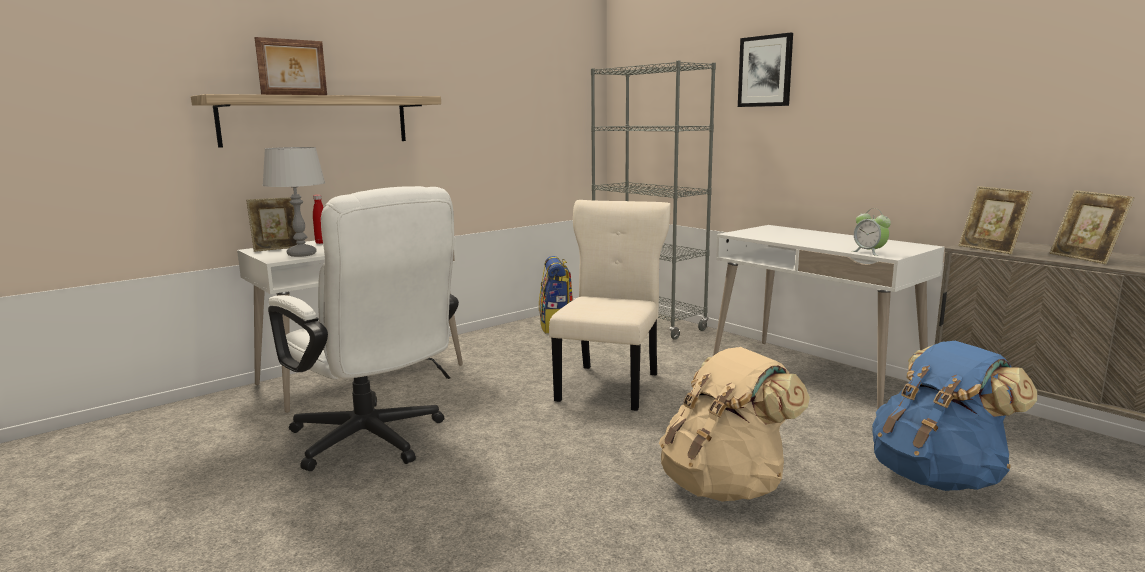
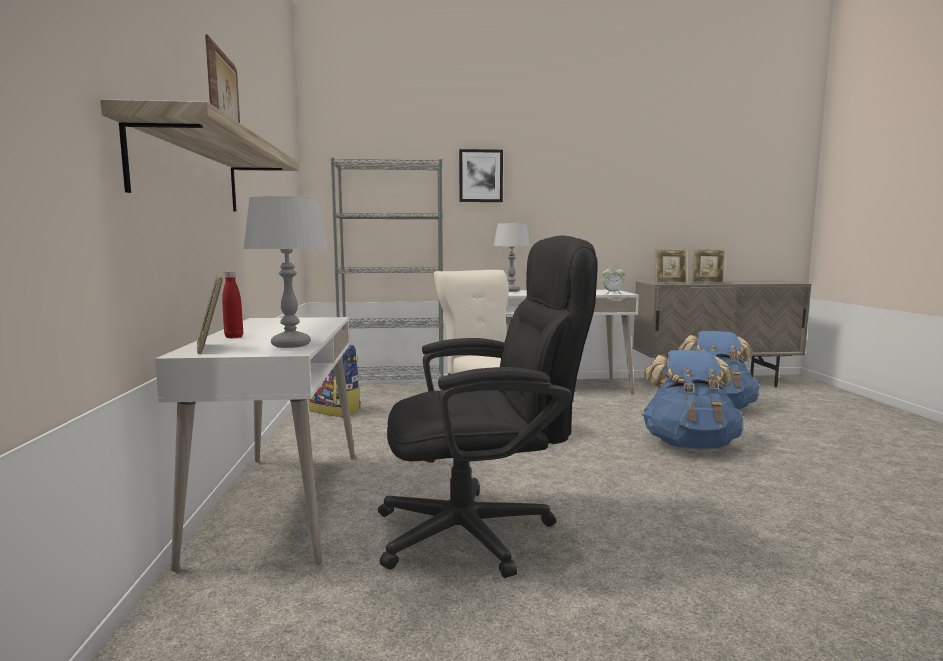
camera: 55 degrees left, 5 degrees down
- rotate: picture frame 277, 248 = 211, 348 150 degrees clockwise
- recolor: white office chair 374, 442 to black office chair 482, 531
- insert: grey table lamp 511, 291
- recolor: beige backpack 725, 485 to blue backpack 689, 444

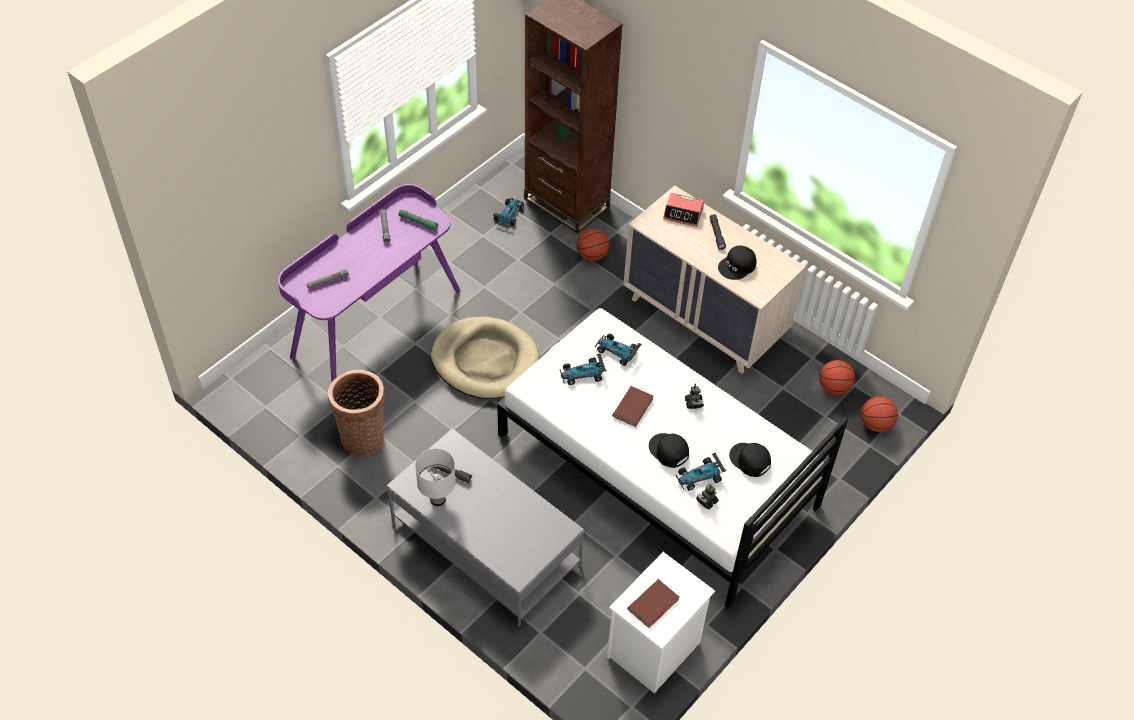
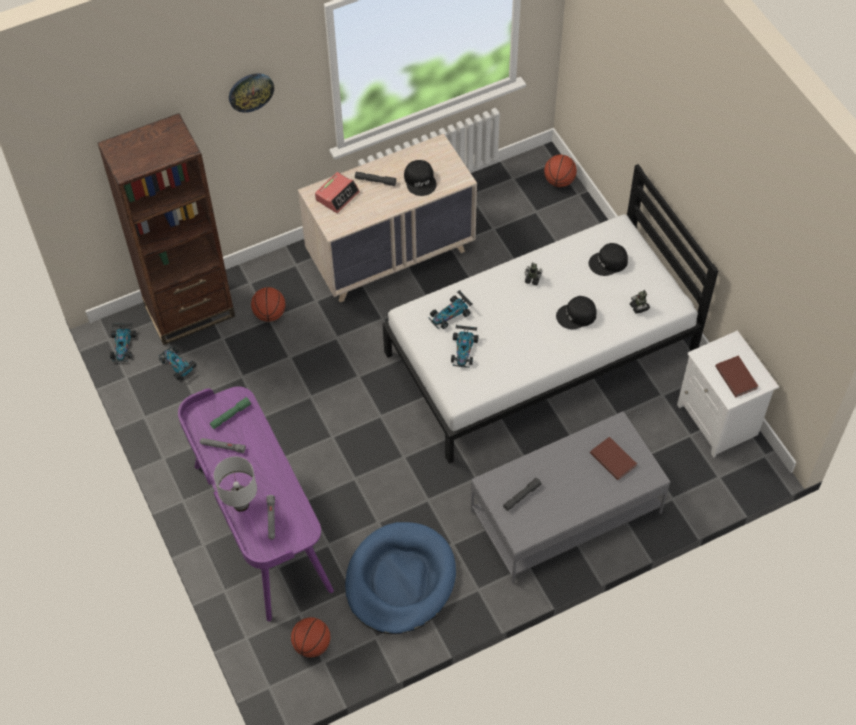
camera: 65 degrees left, 5 degrees up
- move: toy car 699, 476 to 122, 346
- move: white table lamp 438, 499 to 241, 504
- insert: wall clock 250, 91
- move: basketball 834, 388 to 312, 645
- replace: basket 362, 436 to blue dog bed 400, 580
- move: brown book 634, 407 to 613, 458
- delete: beige dog bed 485, 361

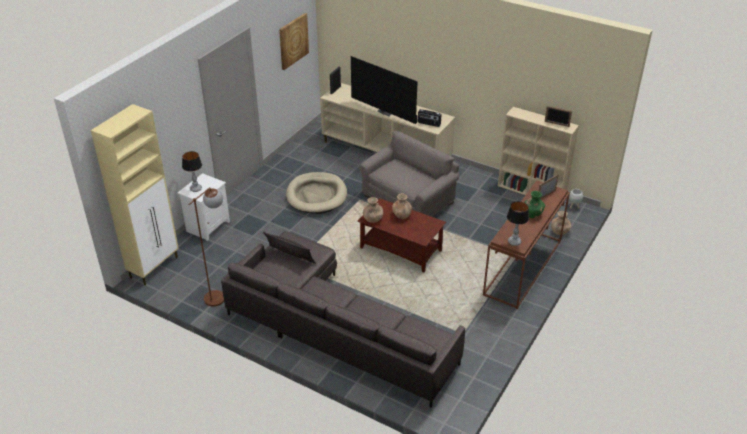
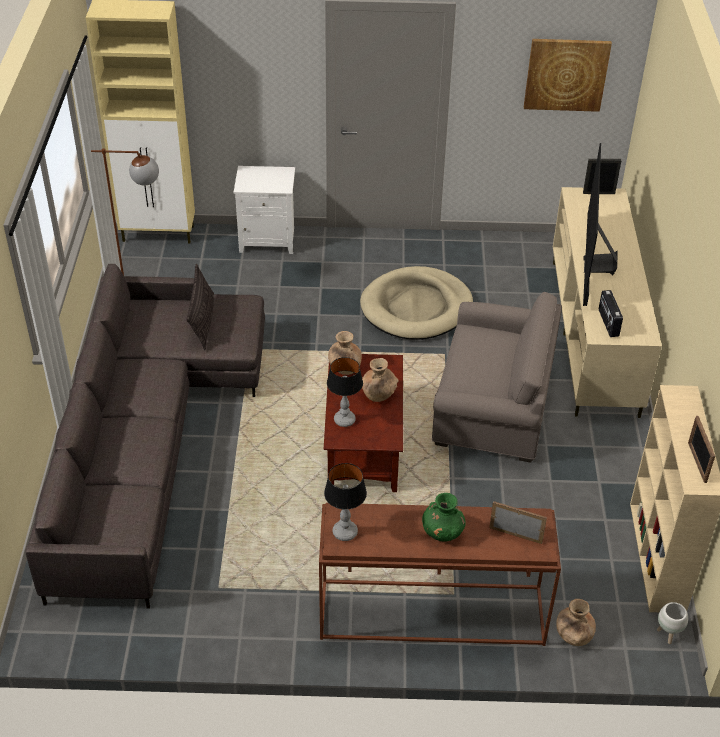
camera: 60 degrees right, 5 degrees up
- move: table lamp 195, 189 to 344, 420

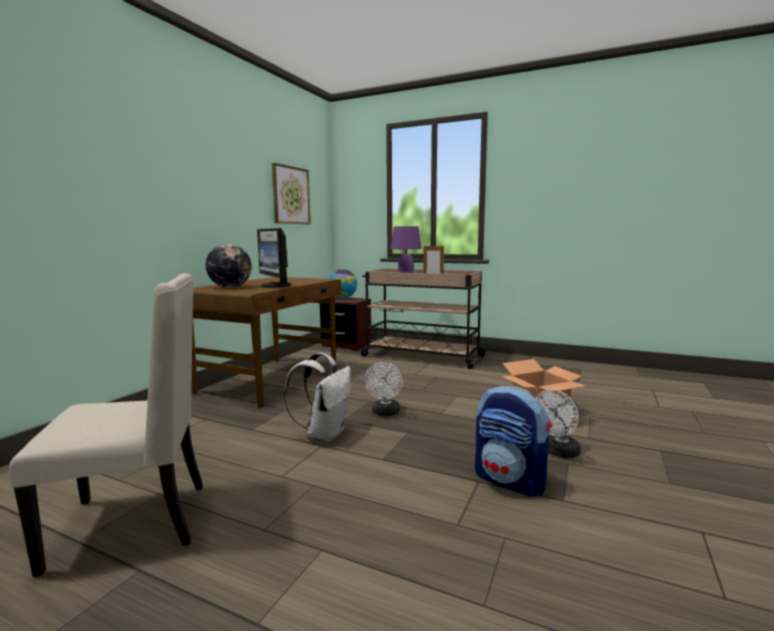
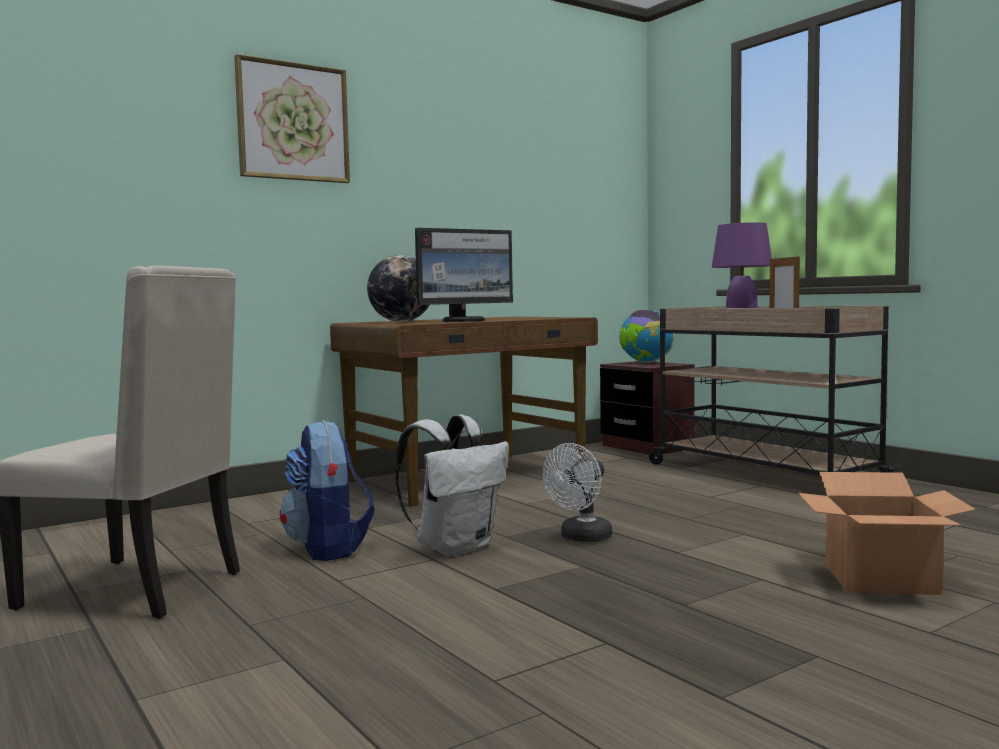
camera: 30 degrees right, 5 degrees down
- move: picture 291, 195 to 293, 122
- move: backpack 510, 481 to 328, 549
- rotate: monitor 275, 286 = 465, 321 120 degrees counterclockwise
- delete: white fan 558, 452

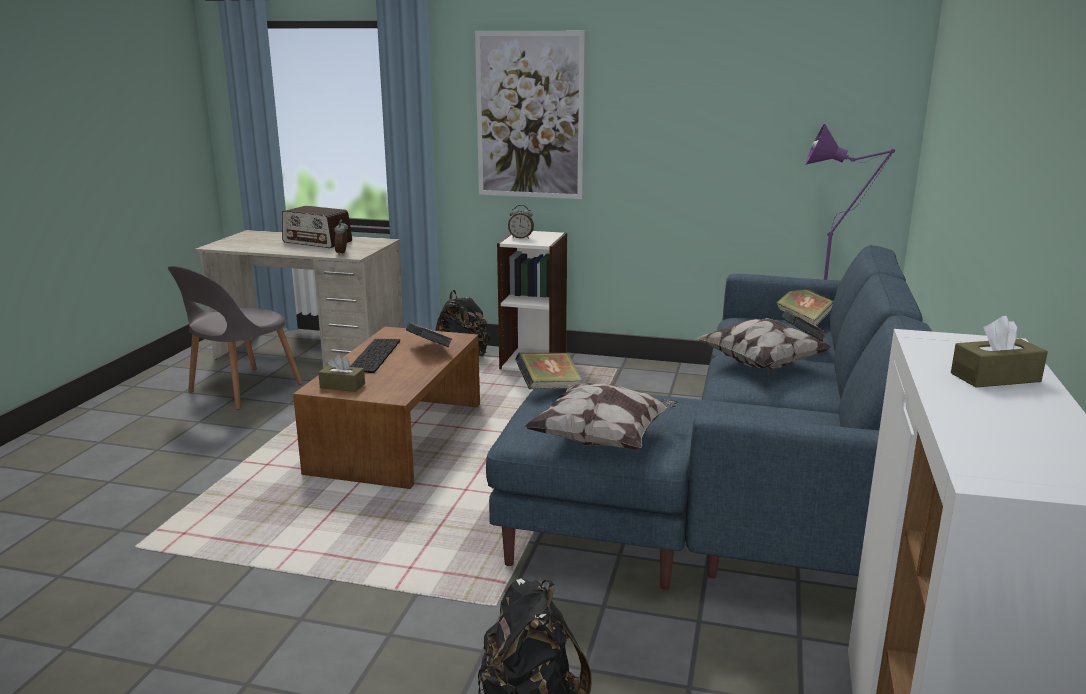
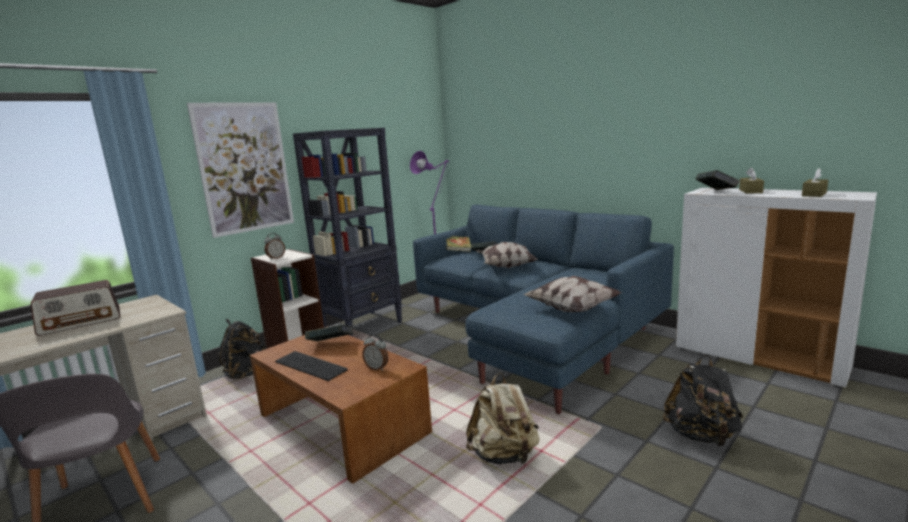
camera: 60 degrees left, 5 degrees down
- insert: black bookcase 363, 326
- move: alarm clock 342, 253 to 377, 368
- insert: beige backpack 504, 455
- move: book 548, 388 to 716, 192
- move: brown tissue box 342, 386 to 814, 194

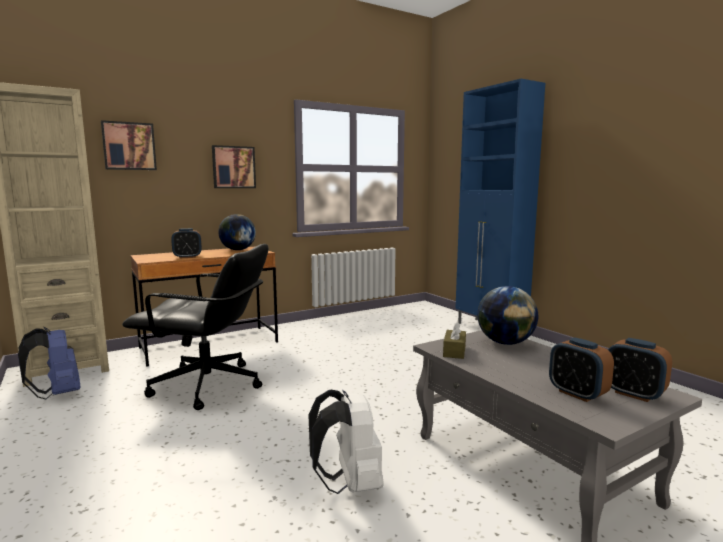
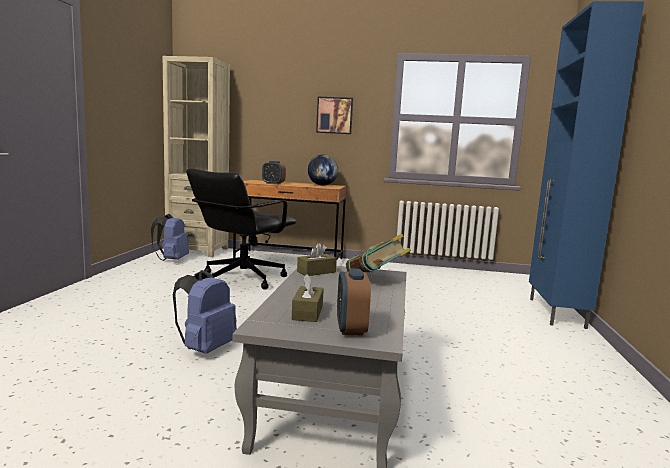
camera: 40 degrees right, 0 degrees up
- recolor: white backpack 349, 484 to blue backpack 205, 348
- rotate: black office chair 208, 386 = 242, 279 75 degrees clockwise
- replace: alarm clock 577, 394 to brown tissue box 307, 312
- replace: globe 505, 343 to book 375, 279
- delete: picture 129, 146

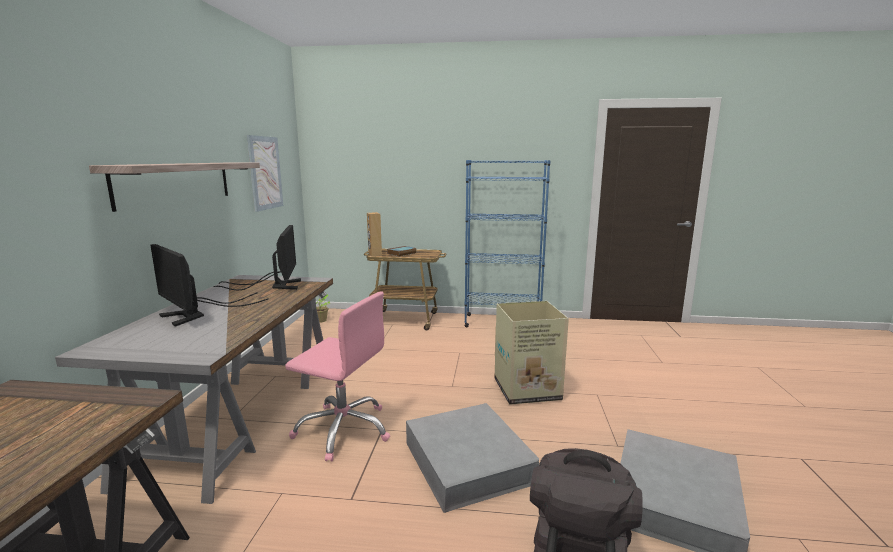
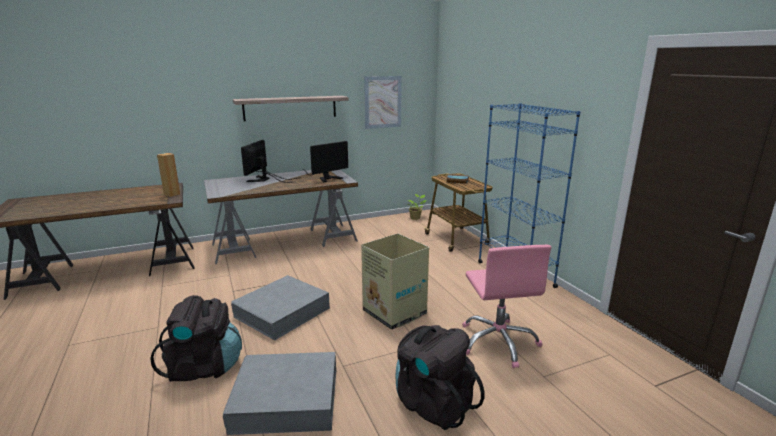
camera: 60 degrees right, 5 degrees up
- move: brown speaker 374, 254 to 172, 194
- insert: black backpack 433, 403
- move: pink office chair 344, 429 to 498, 342

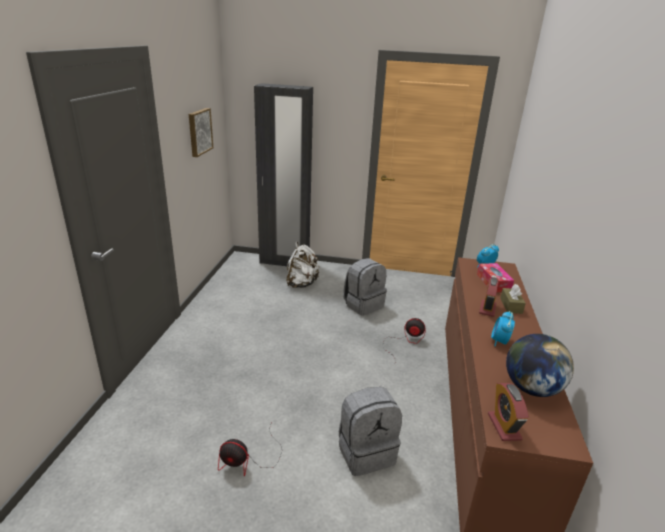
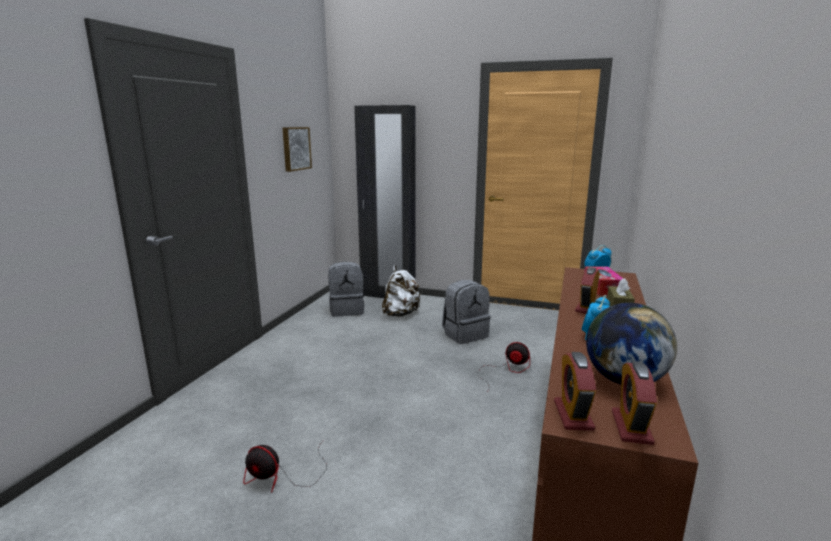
camera: 10 degrees right, 10 degrees down
- move: grey backpack 366, 452 to 347, 310
- insert: alarm clock 631, 427

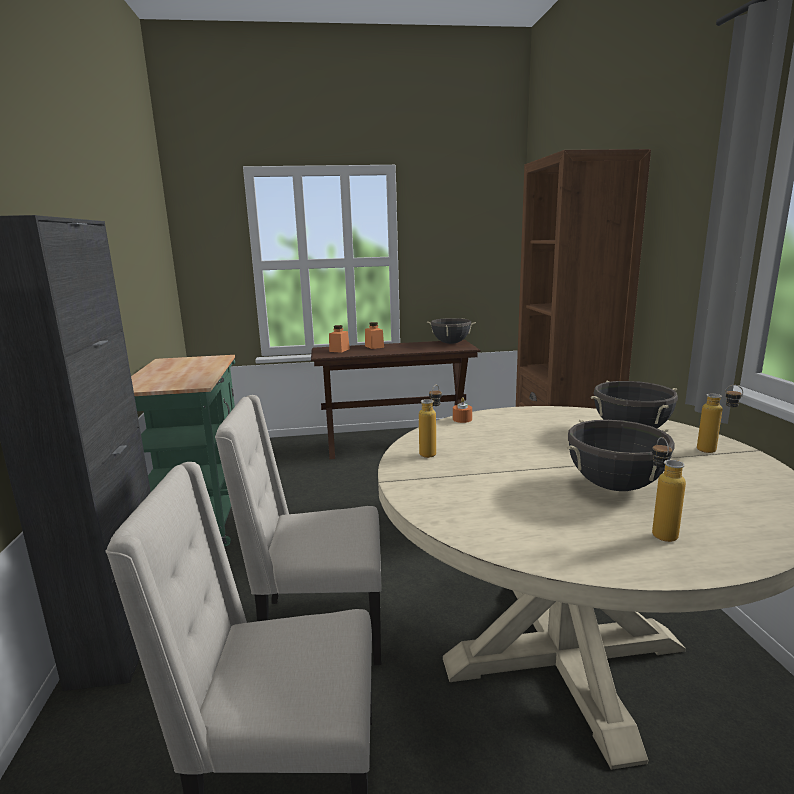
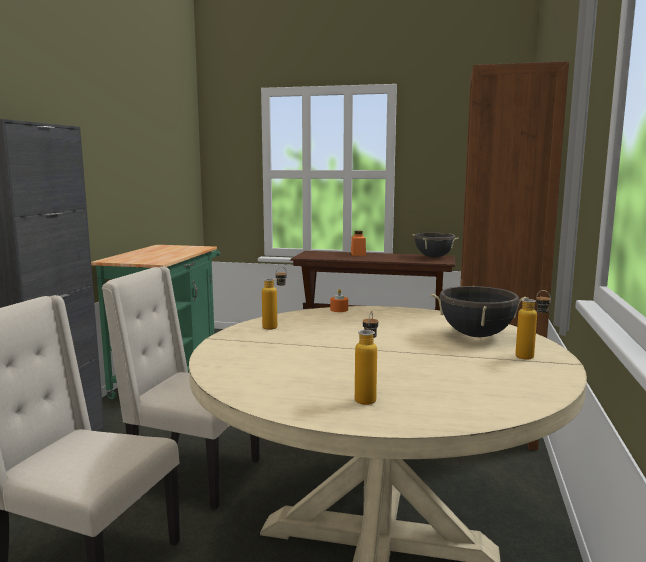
camera: 20 degrees right, 5 degrees down
- delete: orange jar 339, 350
- delete: black cooking pot 614, 486

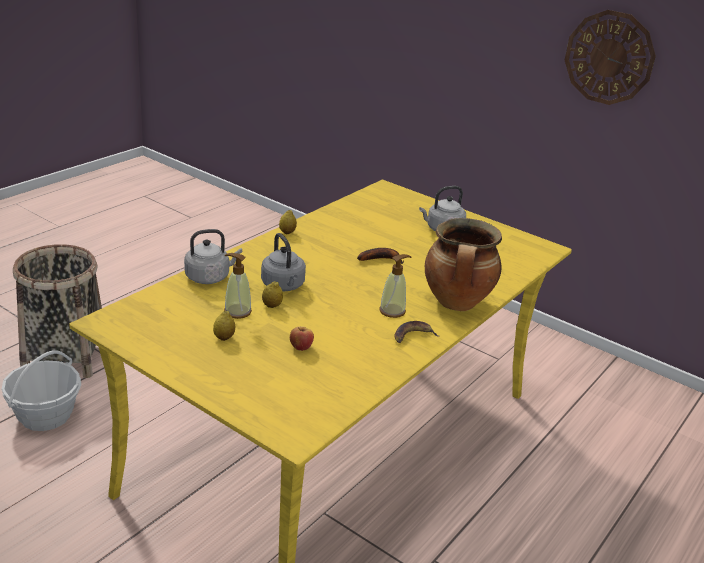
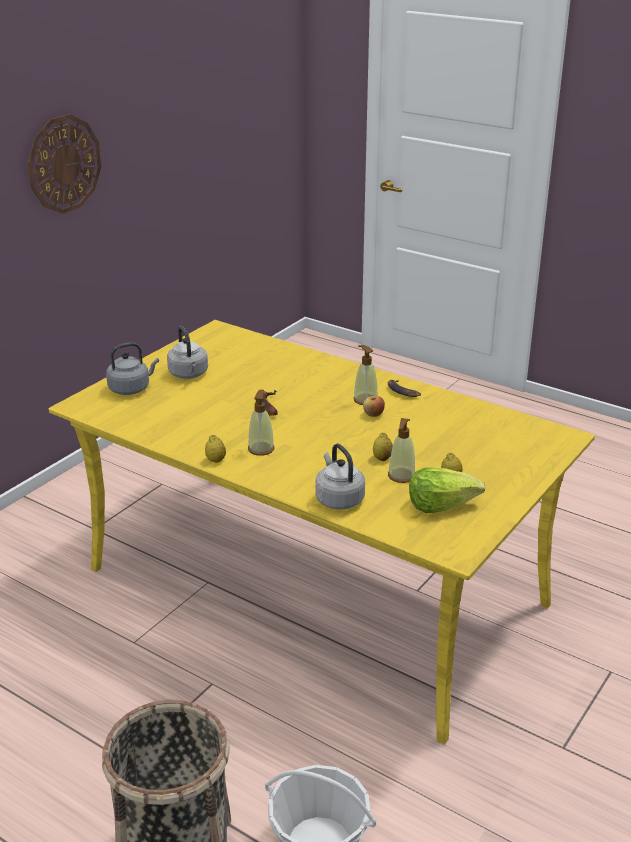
camera: 90 degrees left, 0 degrees up
- move: grey kettle 283, 286 to 131, 388
- insert: soap dispenser 261, 449
- move: apple 301, 347 to 373, 414
- insert: lettuce 441, 505
- delete: cooking pot 457, 303

